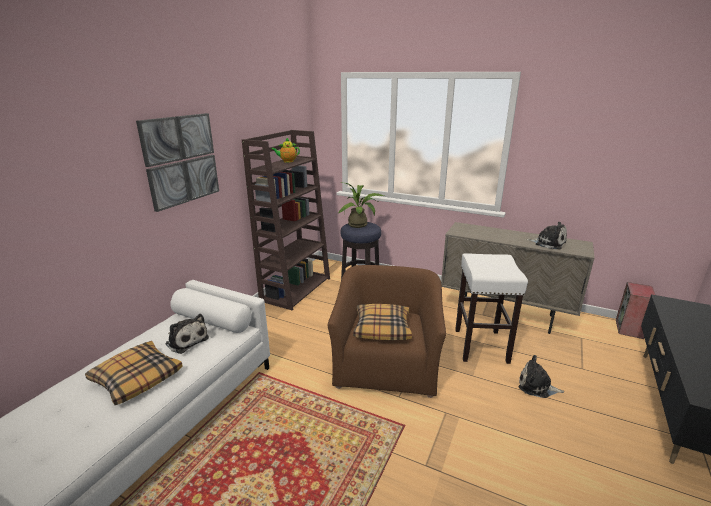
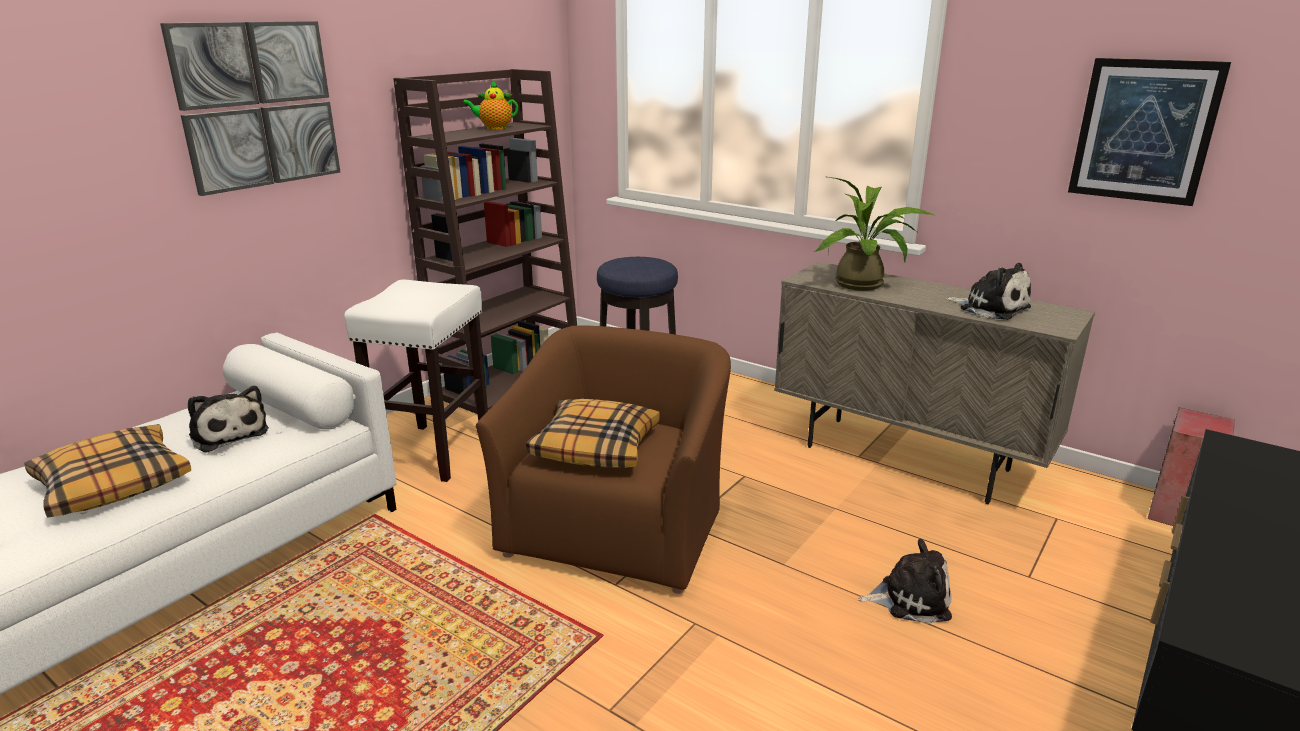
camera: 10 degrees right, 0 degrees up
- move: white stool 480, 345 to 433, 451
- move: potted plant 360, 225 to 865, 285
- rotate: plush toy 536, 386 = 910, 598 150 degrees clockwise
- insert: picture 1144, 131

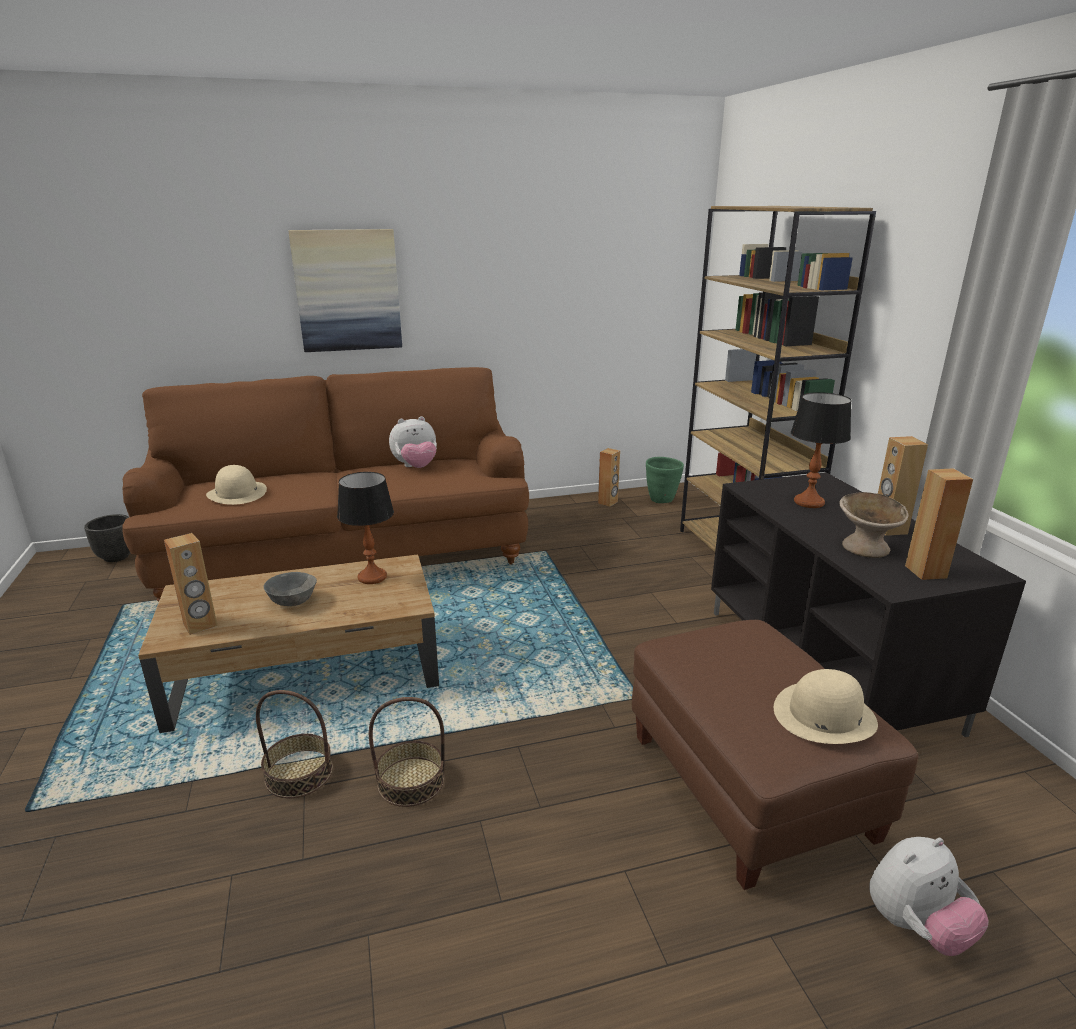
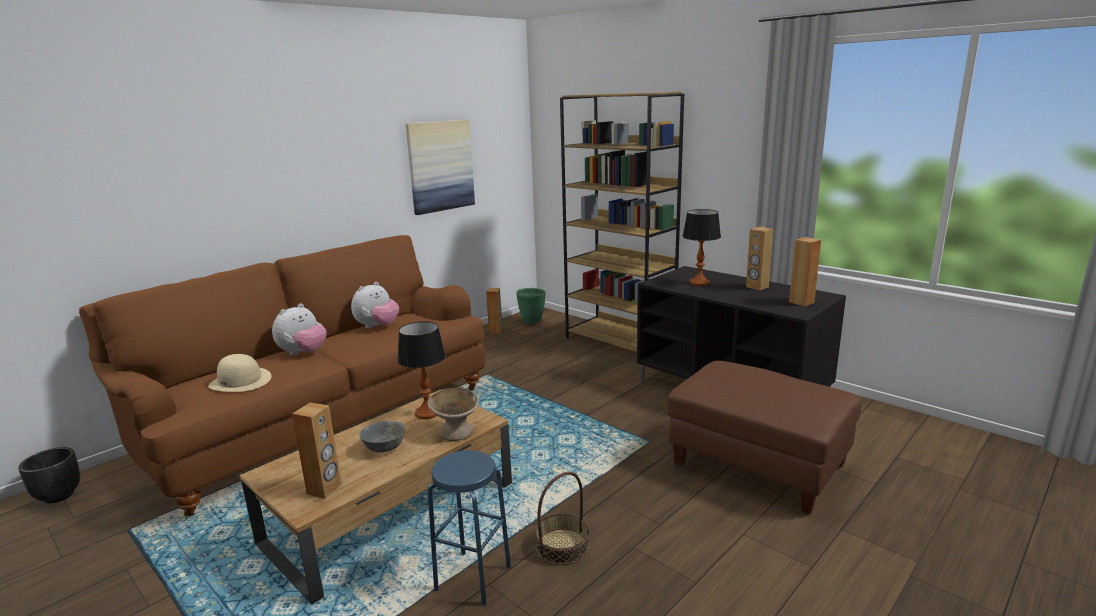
camera: 30 degrees left, 5 degrees down
- move: plush toy 916, 927 to 303, 353
- move: picture 347, 291 to 440, 166
- move: beige bowl 865, 548 to 456, 432
- replace: basket 299, 774 to blue stool 473, 578
- delete: beige hat 824, 715

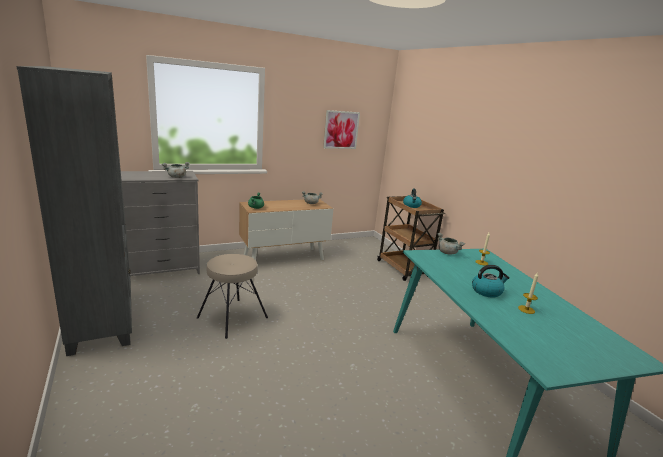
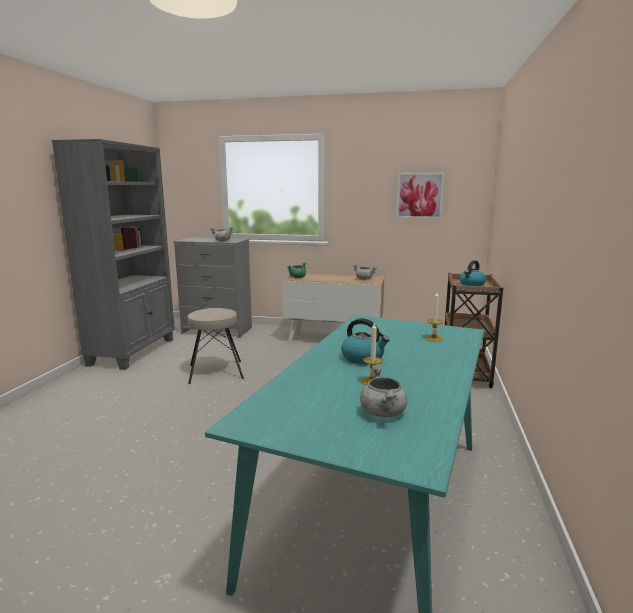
camera: 40 degrees right, 5 degrees down
- move: grey cooking pot 448, 253 to 383, 413

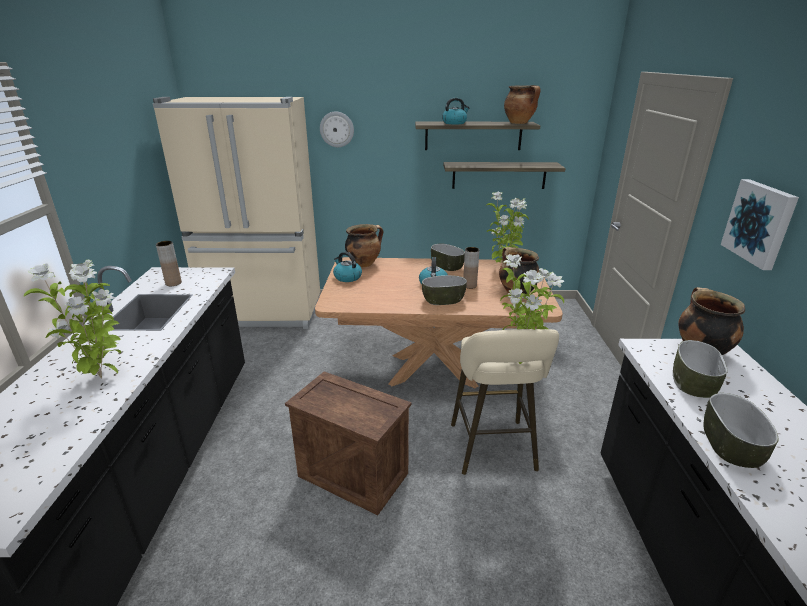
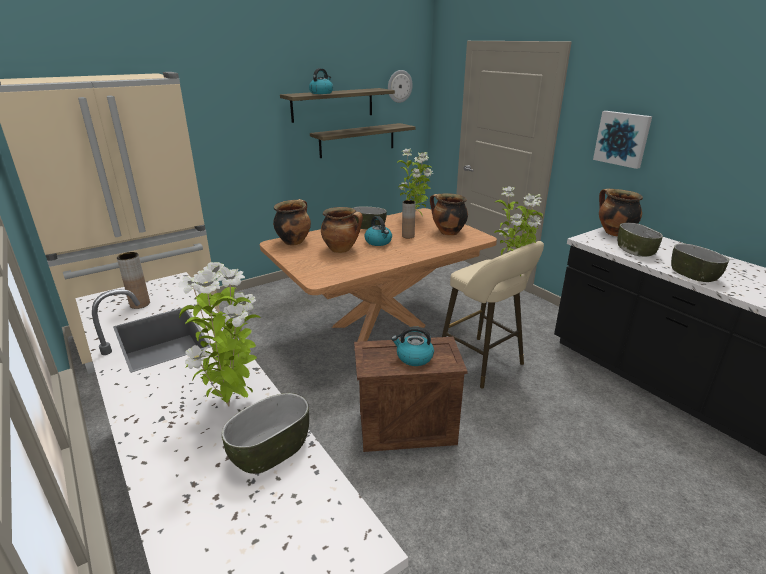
camera: 35 degrees left, 0 degrees up
- move: bowl 443, 300 to 270, 450
- move: cooking pot 519, 123 to 342, 249
- move: wall clock 337, 129 to 399, 86
- move: kettle 347, 277 to 414, 357

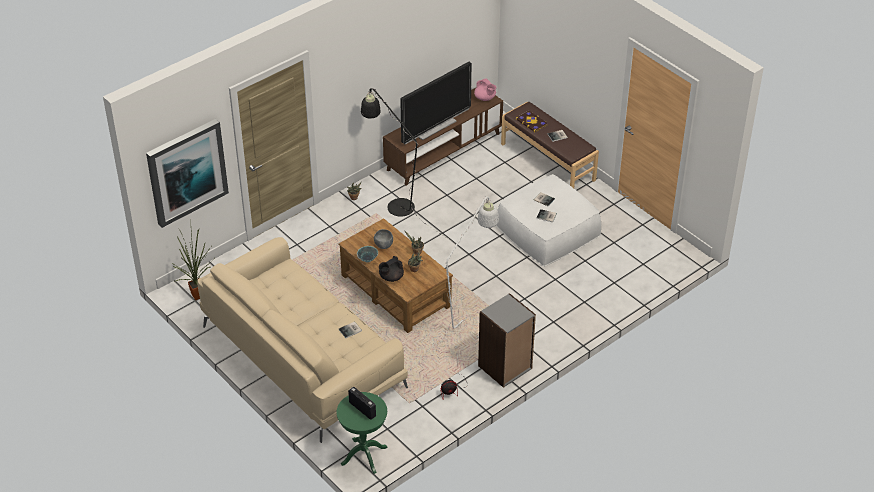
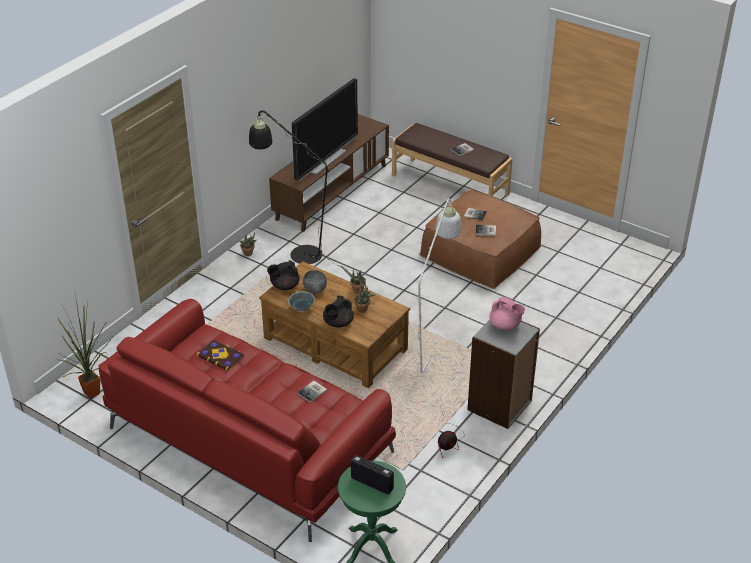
camera: 15 degrees left, 5 degrees down
- recolor: beige sofa 302, 356 to red sofa 248, 439
- move: book 532, 122 to 220, 356
- insert: black teapot 284, 286
- recolor: white ottoman 547, 229 to brown ottoman 480, 250
- move: pink teapot 485, 98 to 505, 326
- delete: picture 186, 171

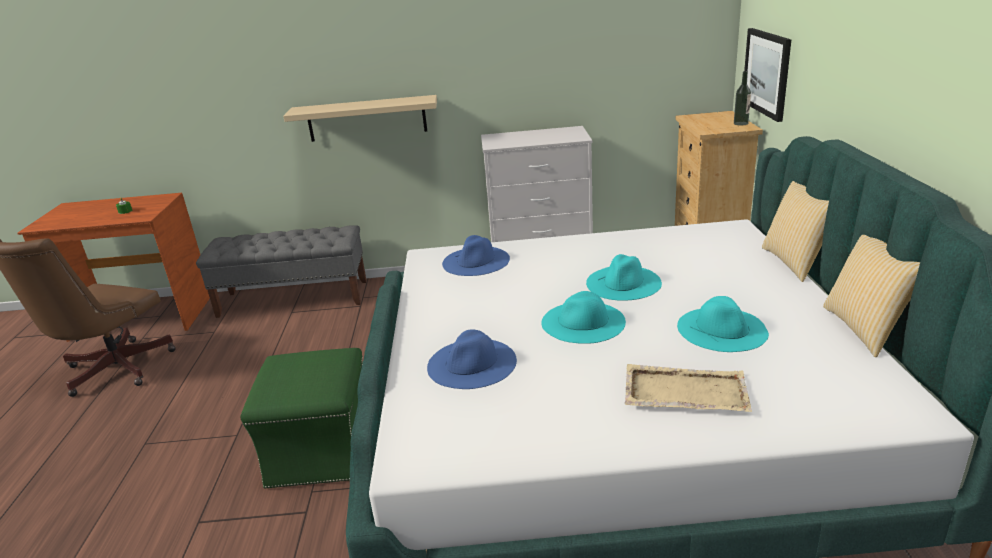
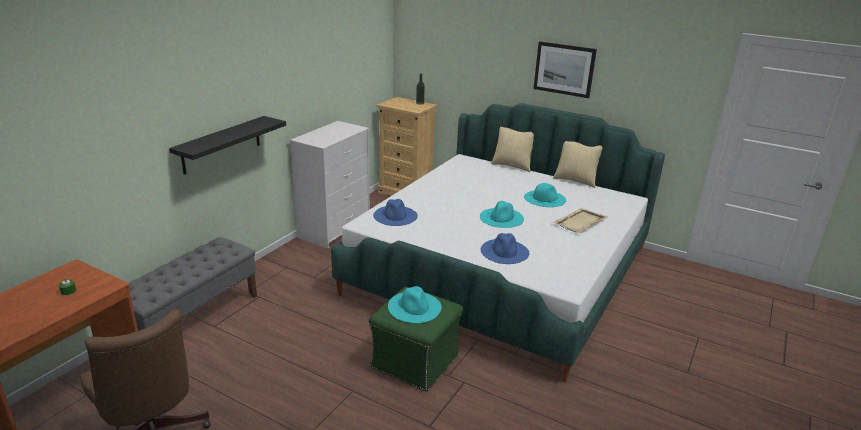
camera: 60 degrees left, 0 degrees up
- recolor: beige shelf 367, 118 to black shelf 221, 144
- move: turquoise hat 623, 283 to 414, 306
- move: picture 767, 73 to 564, 69

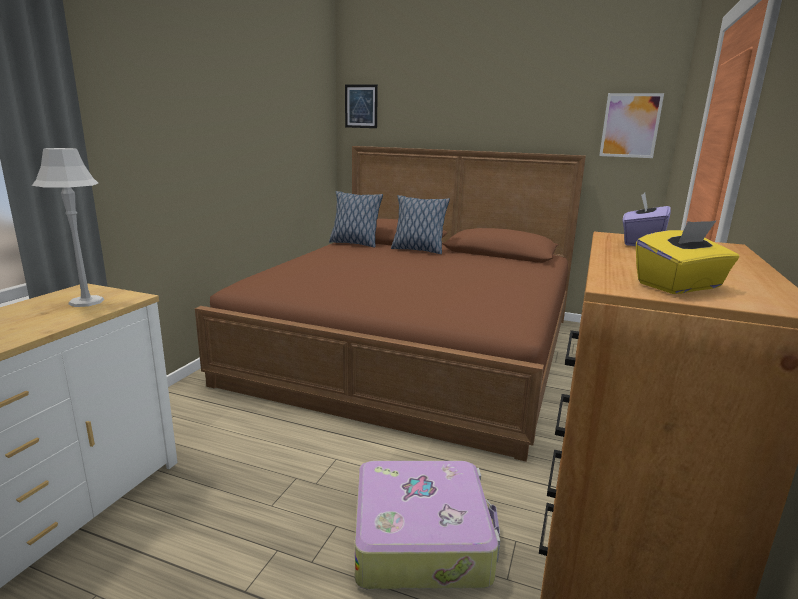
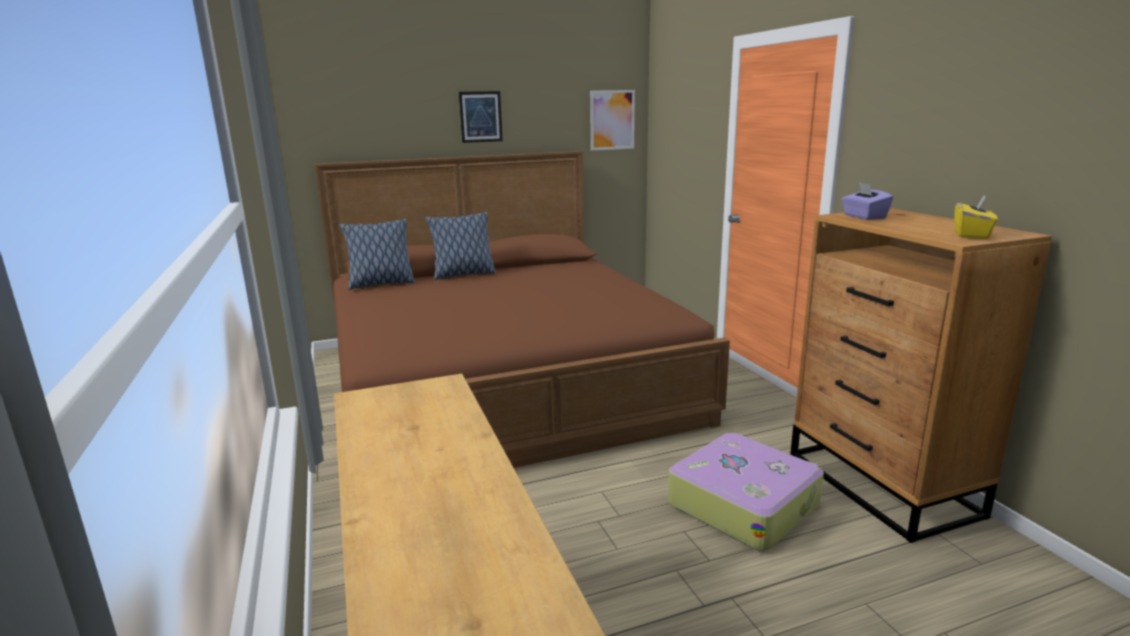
camera: 40 degrees left, 0 degrees up
- move: picture 361, 106 to 480, 117
- delete: grey table lamp 86, 302

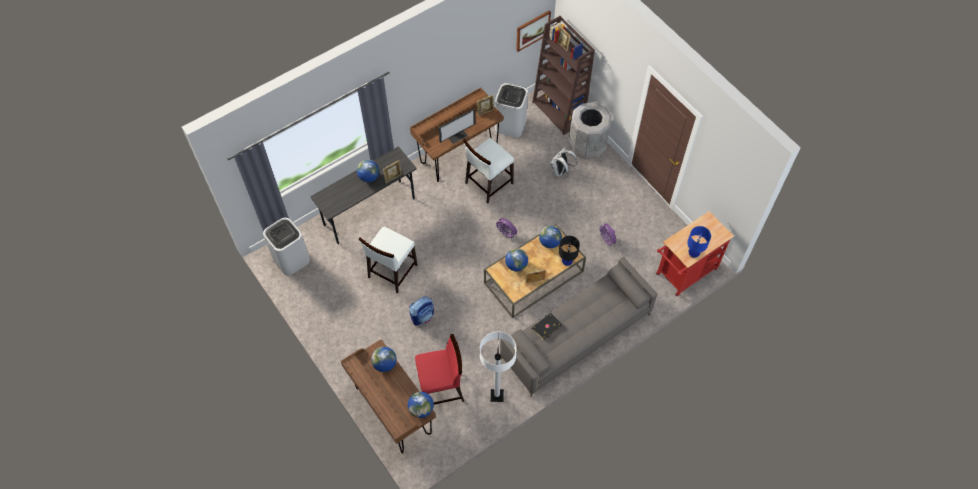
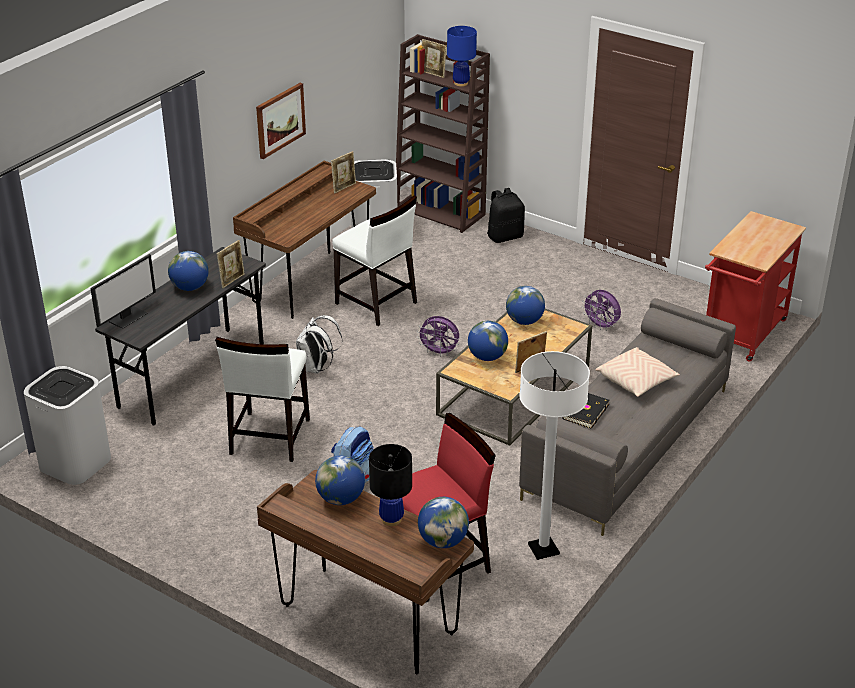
camera: 20 degrees left, 25 degrees down
- move: monitor 457, 135 to 127, 317
- move: picture 532, 30 to 280, 120
- move: white backpack 561, 172 to 316, 368
- rotate: white chair 488, 183 = 376, 303 75 degrees counterclockwise
- move: black table lamp 567, 262 to 391, 519
- move: blue table lamp 693, 254 to 461, 83
- replace: grey trash can 587, 146 to black backpack 505, 236
- insert: beige pillow 636, 381

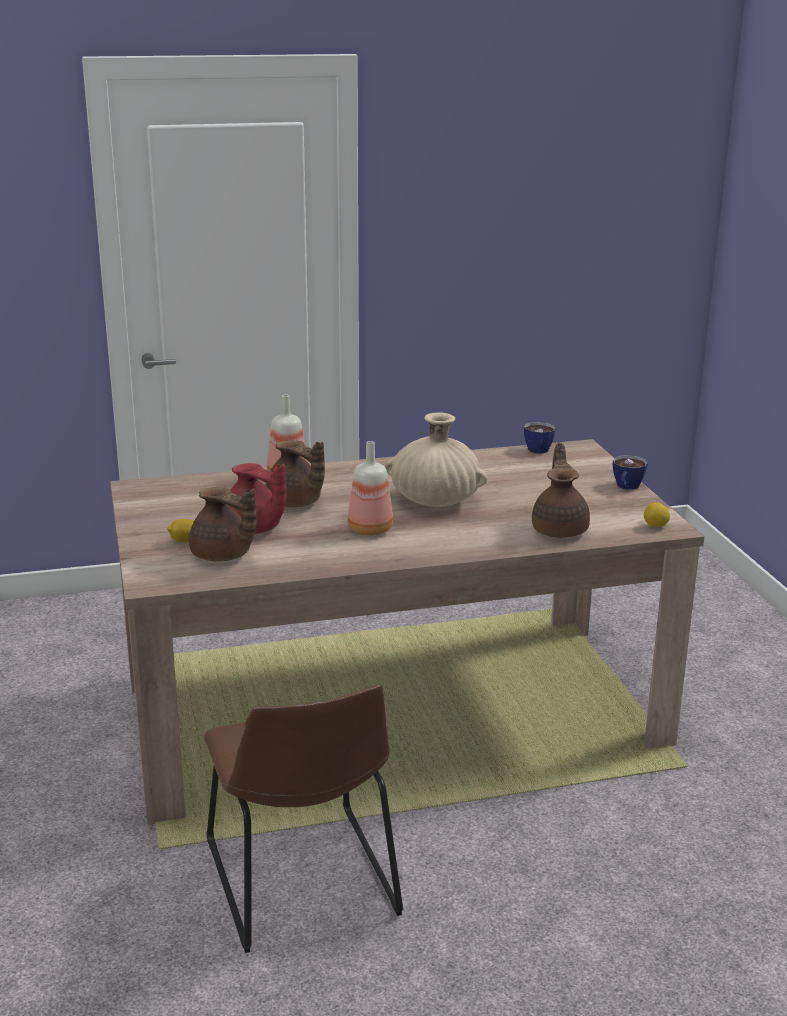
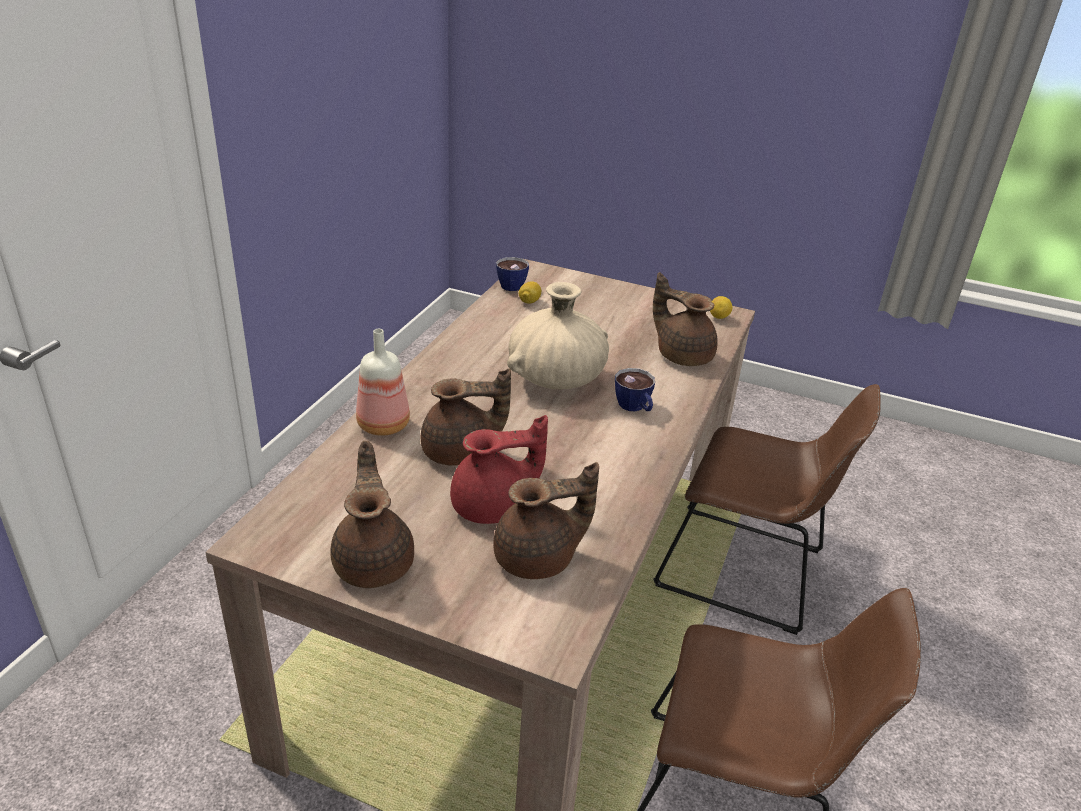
camera: 55 degrees left, 10 degrees up
- insert: brown teapot 375, 562
- move: lemon 184, 541 to 529, 301
- move: cup 626, 487 to 635, 408
- insert: brown chair 747, 571
- delete: bottle 371, 530

